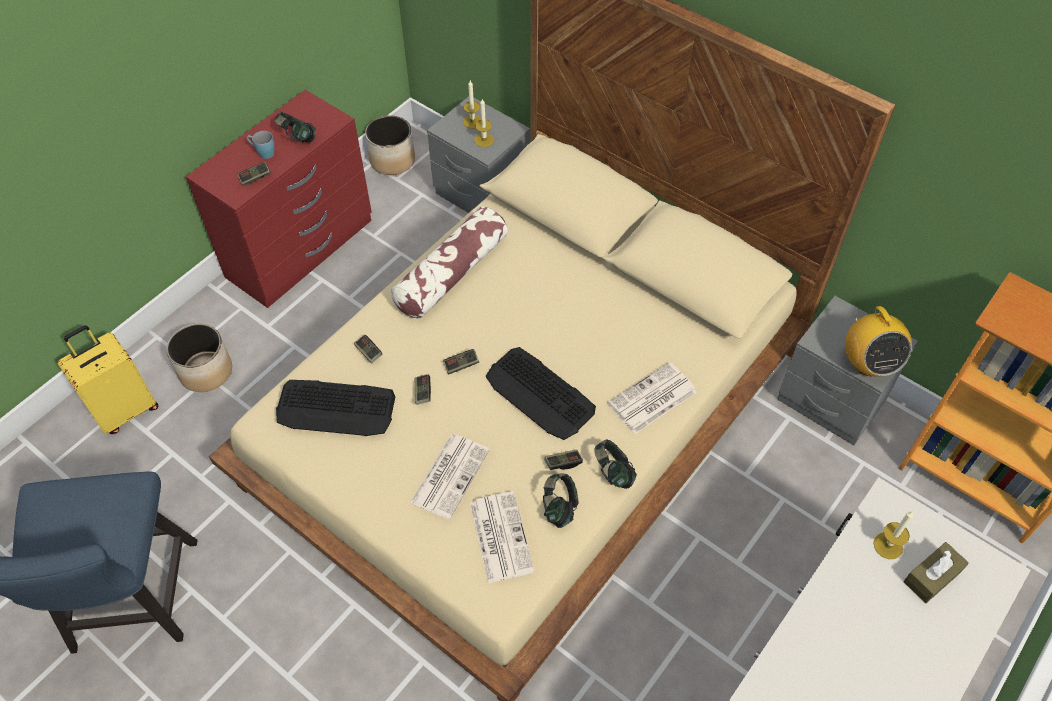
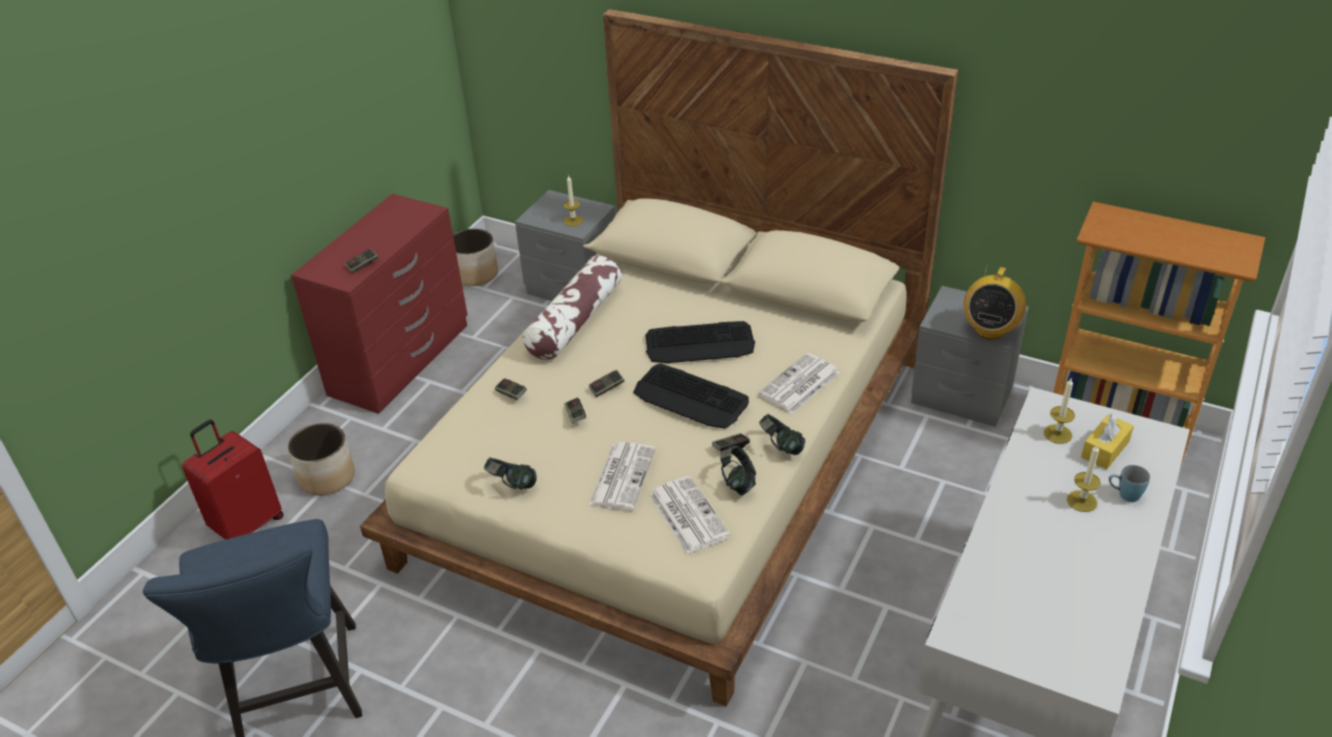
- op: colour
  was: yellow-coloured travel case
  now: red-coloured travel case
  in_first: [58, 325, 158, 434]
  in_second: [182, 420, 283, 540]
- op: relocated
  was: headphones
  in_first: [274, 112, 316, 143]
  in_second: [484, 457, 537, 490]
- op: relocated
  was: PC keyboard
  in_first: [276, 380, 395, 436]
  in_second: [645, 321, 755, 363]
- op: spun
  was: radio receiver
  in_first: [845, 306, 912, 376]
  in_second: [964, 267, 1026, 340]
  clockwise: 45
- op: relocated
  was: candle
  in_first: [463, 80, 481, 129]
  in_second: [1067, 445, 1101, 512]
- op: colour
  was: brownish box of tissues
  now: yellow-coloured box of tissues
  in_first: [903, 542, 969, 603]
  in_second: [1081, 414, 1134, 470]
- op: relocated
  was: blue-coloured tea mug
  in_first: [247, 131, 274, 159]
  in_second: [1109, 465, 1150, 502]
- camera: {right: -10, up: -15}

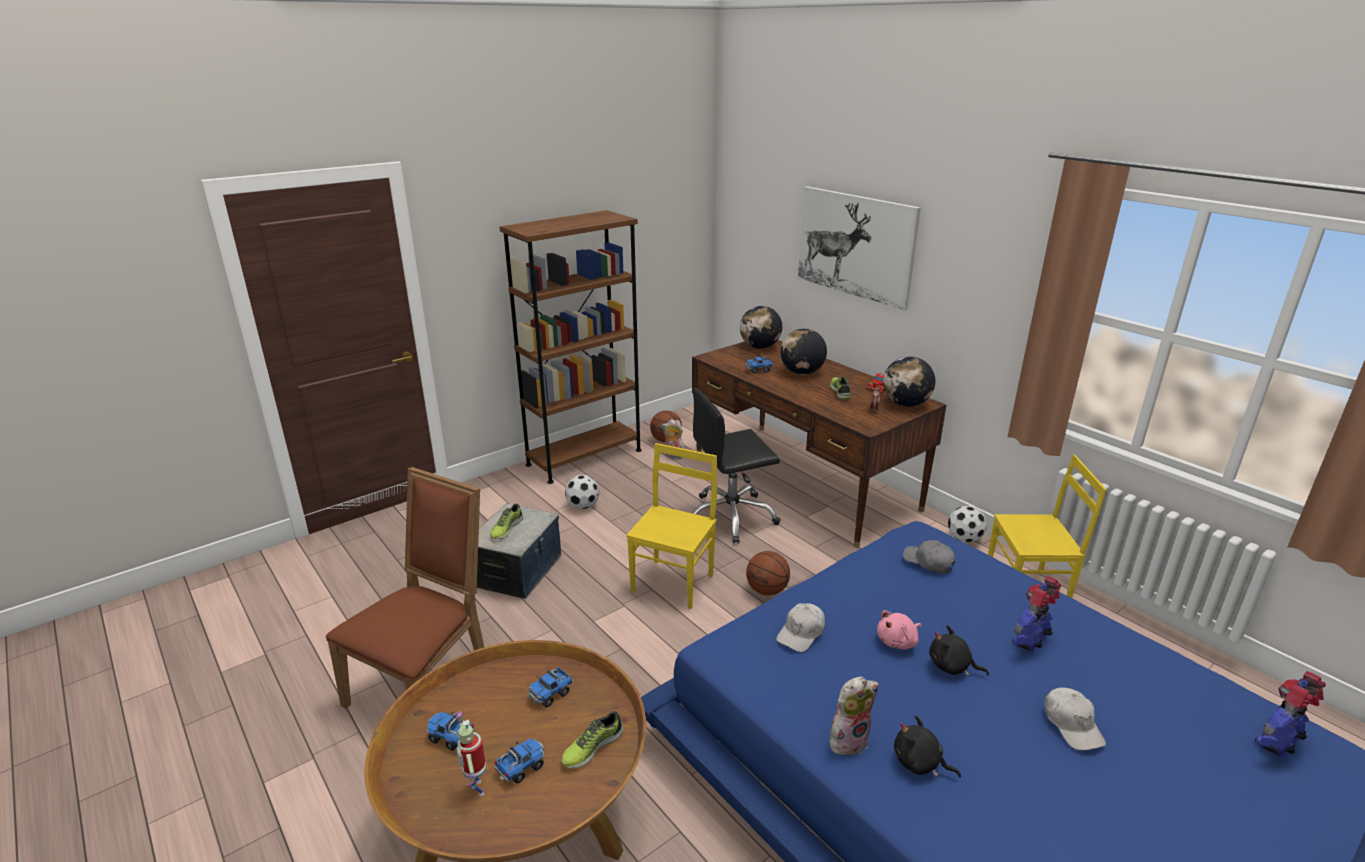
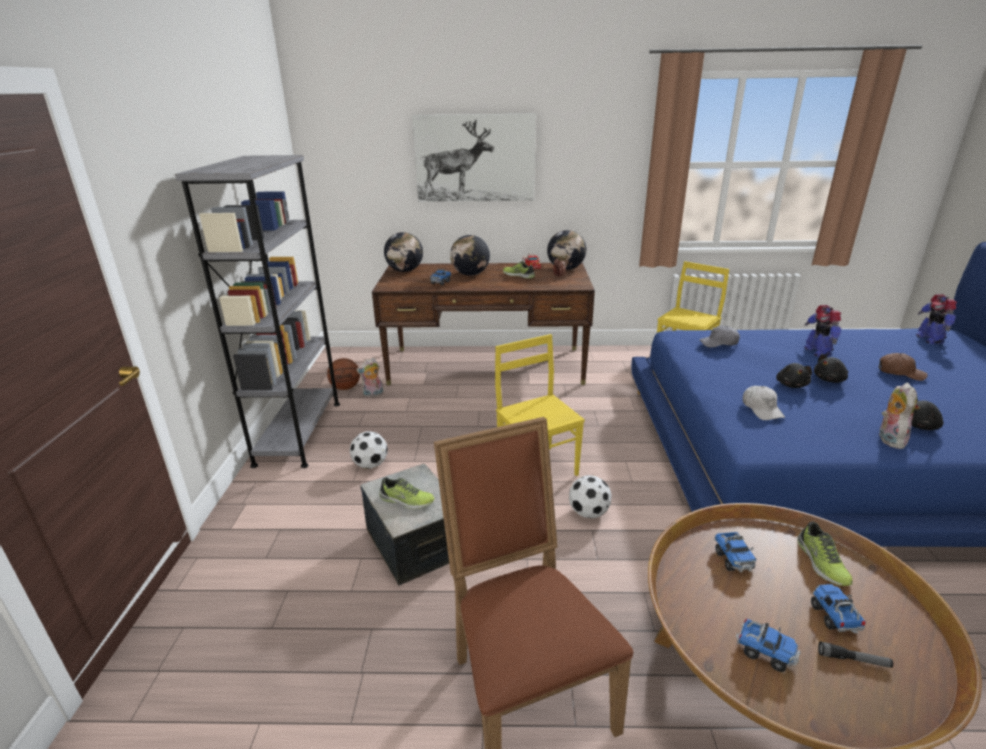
- op: colour
  was: brownish bookcase
  now: gray bookcase
  in_first: [499, 210, 642, 484]
  in_second: [175, 155, 340, 468]
- op: spun
  was: item of footwear
  in_first: [490, 504, 523, 539]
  in_second: [379, 477, 434, 509]
  clockwise: -45
- op: relocated
  was: ball for football
  in_first: [948, 506, 987, 543]
  in_second: [569, 475, 612, 518]
- op: spun
  was: model truck
  in_first: [427, 711, 475, 751]
  in_second: [736, 619, 801, 672]
  clockwise: -120
- op: colour
  was: pinkish soft toy
  now: black-coloured soft toy
  in_first: [877, 610, 922, 649]
  in_second: [776, 363, 812, 388]
- op: exchanged
  was: model robot
  now: hand torch
  in_first: [454, 712, 486, 796]
  in_second: [818, 641, 893, 668]
- op: colour
  was: white cap
  now: brownish cap
  in_first: [1044, 688, 1106, 750]
  in_second: [879, 353, 928, 381]
- op: missing
  was: black-coloured office chair
  in_first: [692, 388, 781, 543]
- op: missing
  was: basketball ball
  in_first: [746, 551, 790, 595]
- camera: {right: -50, up: 0}

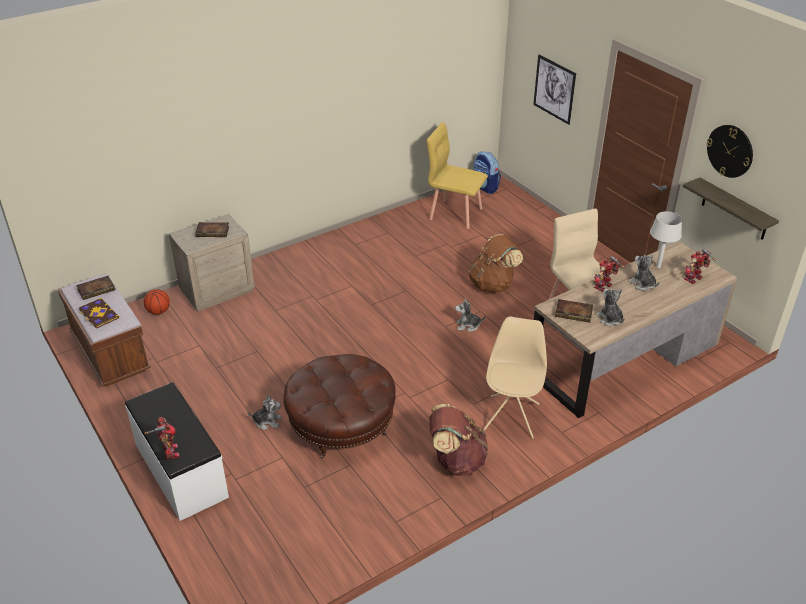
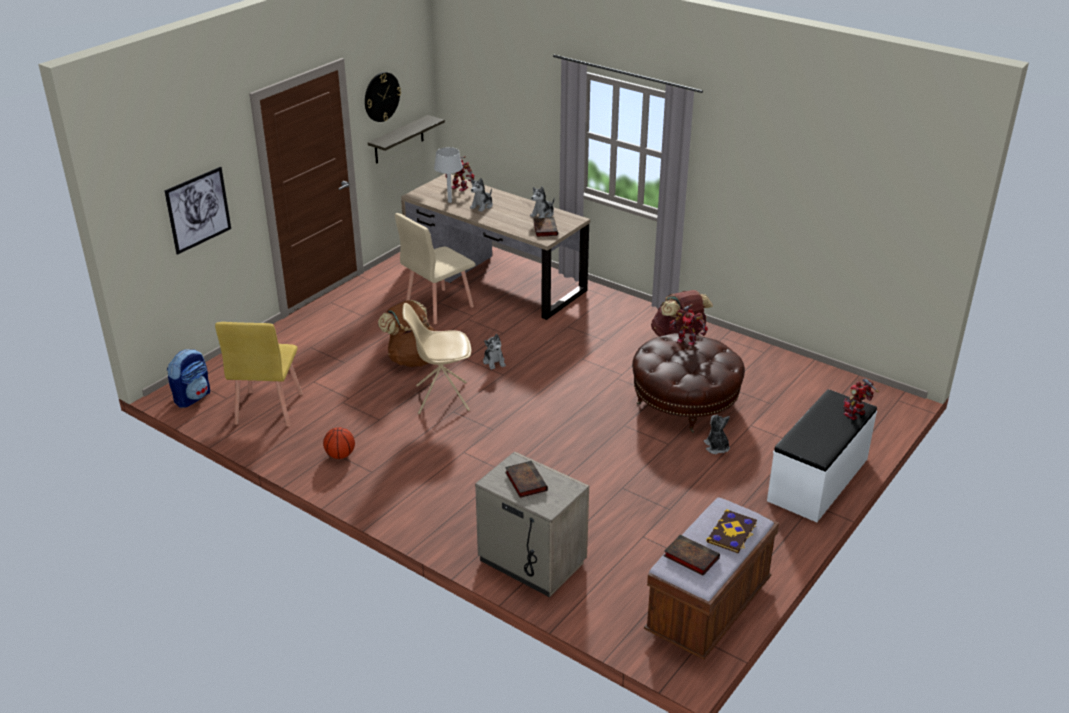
- op: relocated
  was: basketball ball
  in_first: [144, 289, 170, 315]
  in_second: [323, 427, 355, 459]
- op: relocated
  was: beige plain chair
  in_first: [483, 316, 547, 439]
  in_second: [402, 303, 471, 414]
- op: relocated
  was: model robot
  in_first: [594, 256, 624, 292]
  in_second: [669, 304, 708, 346]
- camera: {right: -110, up: -5}

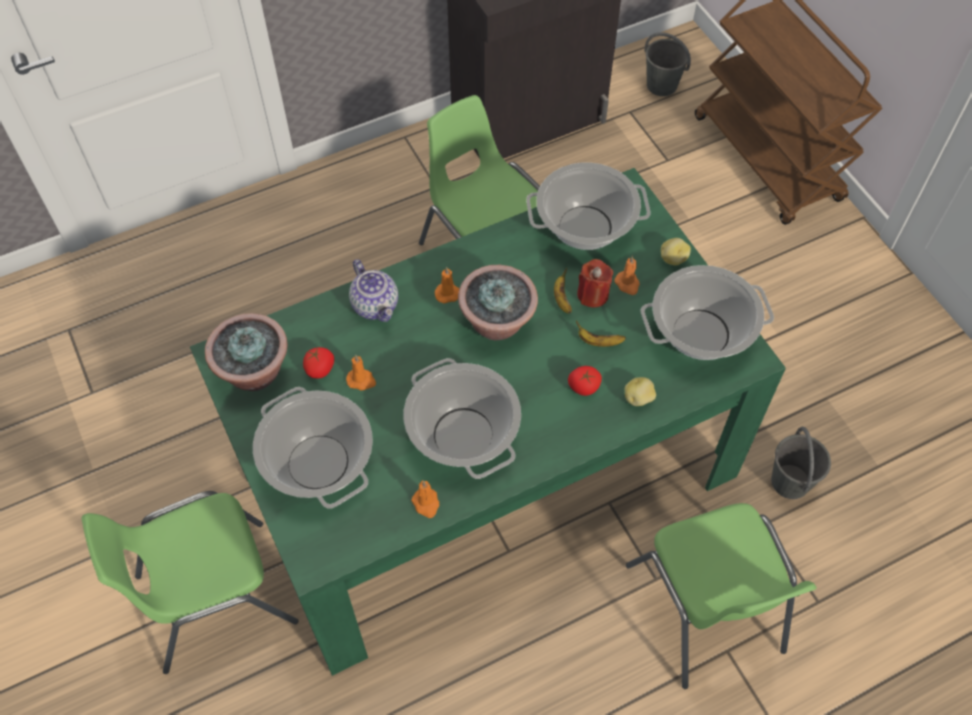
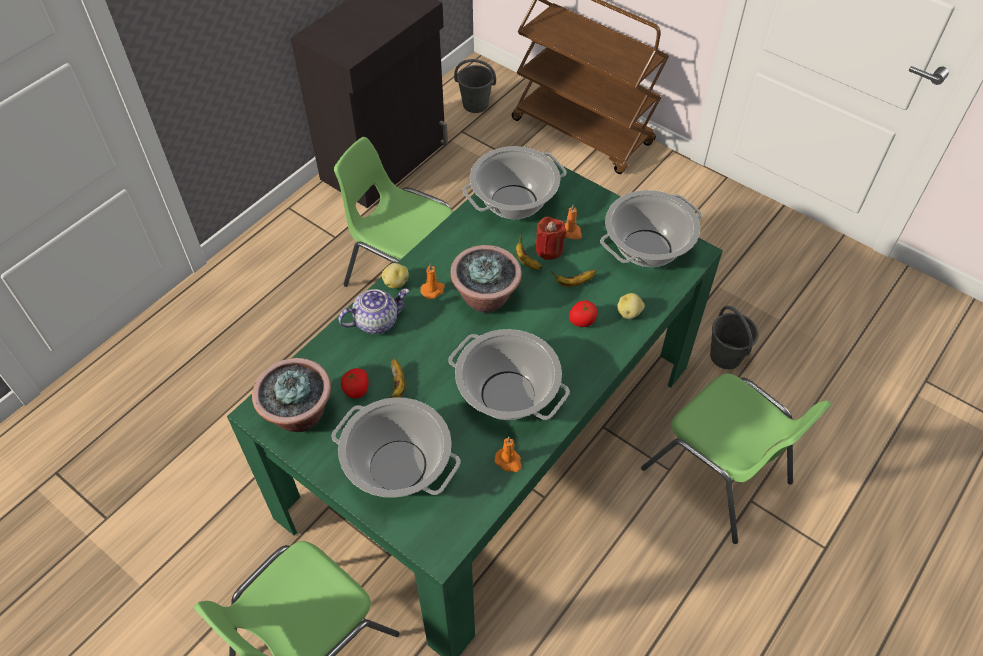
- op: spun
  was: pot for tea
  in_first: [349, 259, 398, 322]
  in_second: [339, 289, 409, 334]
  clockwise: -60
- op: relocated
  was: potato
  in_first: [661, 238, 691, 265]
  in_second: [382, 263, 409, 288]
- op: exchanged
  was: orangey candle
  now: whole banana
  in_first: [346, 355, 376, 390]
  in_second: [389, 359, 405, 398]
- camera: {right: -25, up: -5}

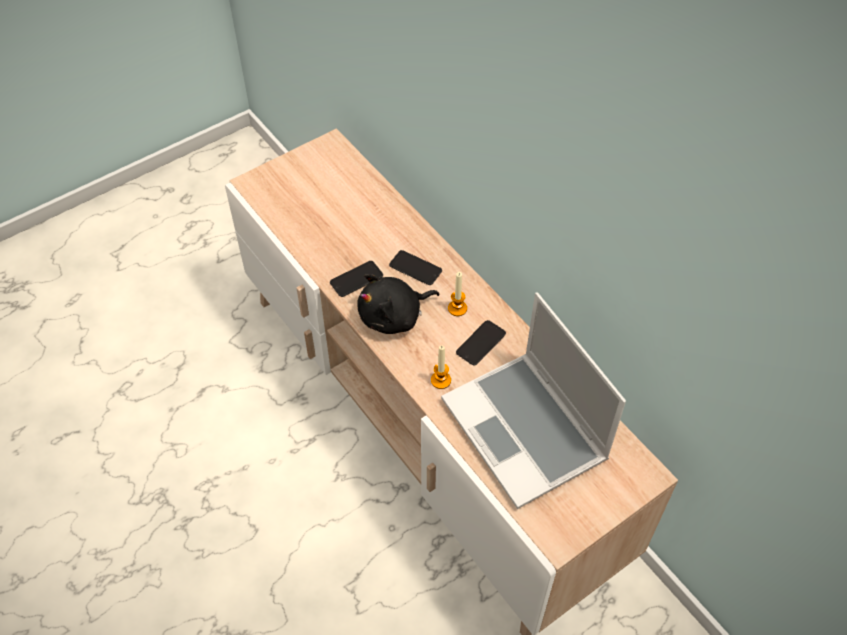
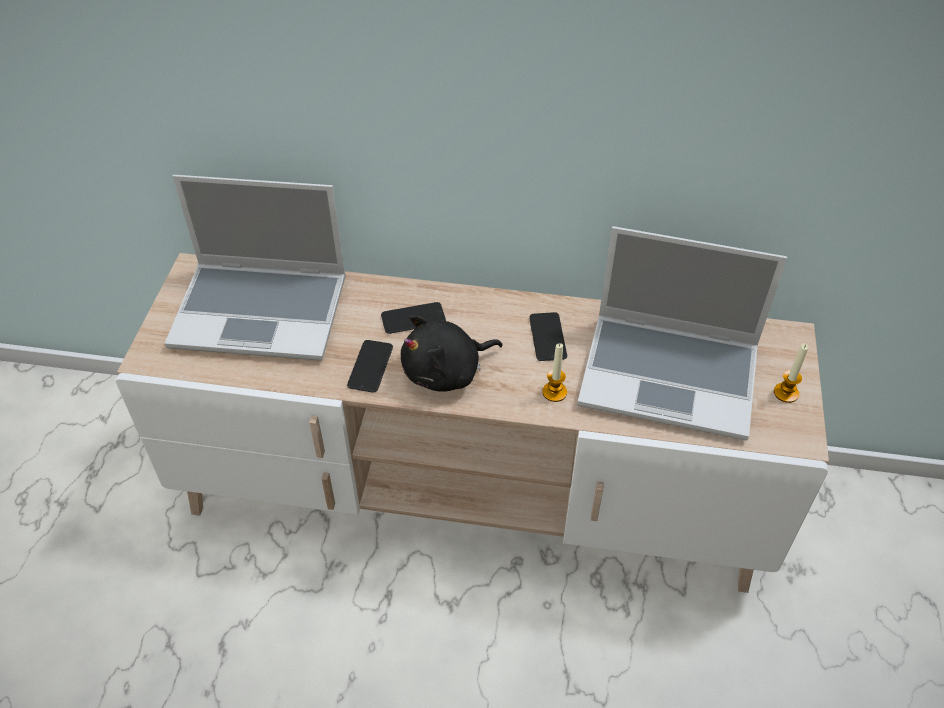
- op: appeared
  now: portable computer
  in_second: [164, 175, 346, 361]
- op: spun
  was: black-coloured soft toy
  in_first: [357, 274, 439, 334]
  in_second: [401, 315, 503, 391]
  clockwise: 45
- op: relocated
  was: candle
  in_first: [448, 272, 467, 316]
  in_second: [774, 343, 808, 403]
- camera: {right: -45, up: -5}

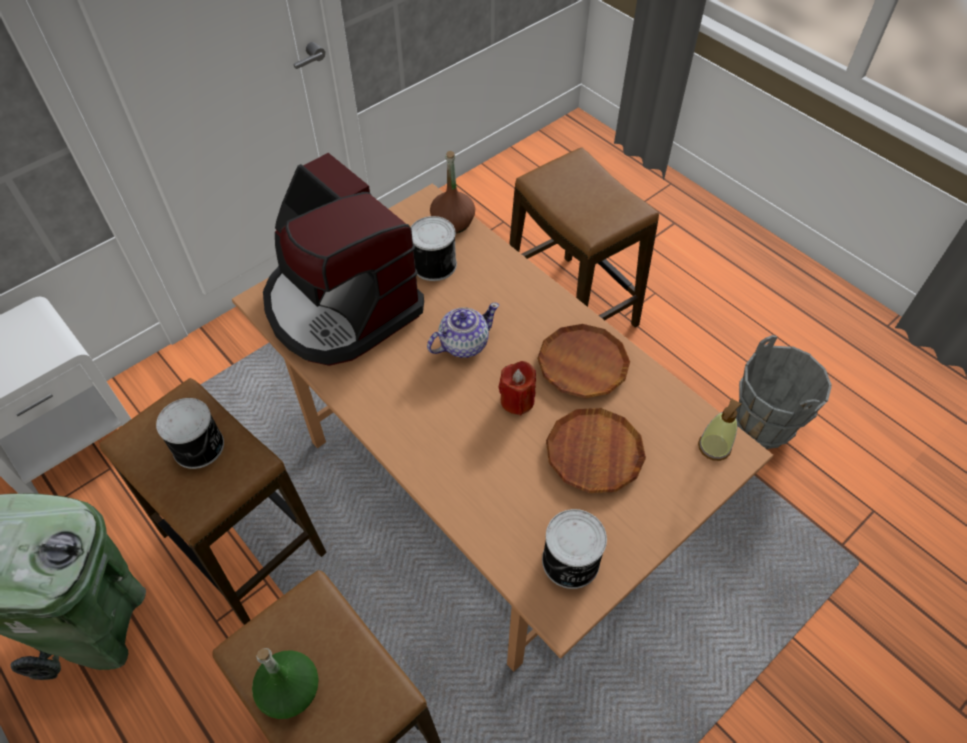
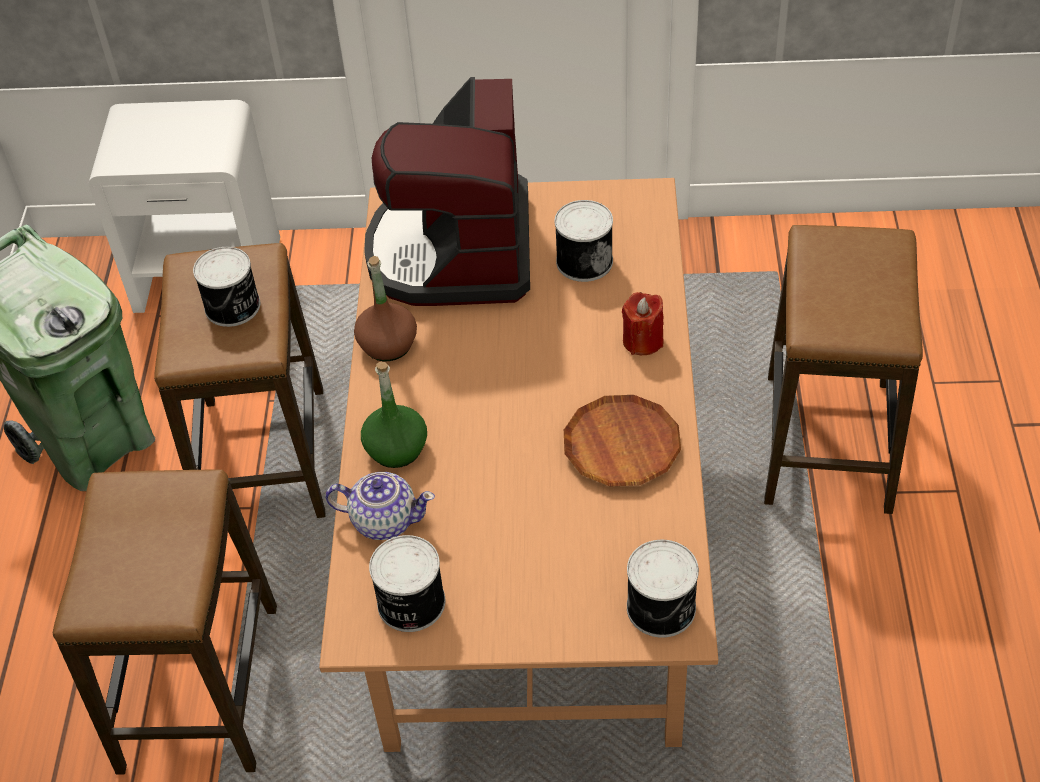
- op: relocated
  was: pot for tea
  in_first: [427, 303, 499, 358]
  in_second: [325, 472, 435, 540]
- op: relocated
  was: brownish drink bottle
  in_first: [430, 151, 475, 233]
  in_second: [354, 256, 417, 361]
- op: relocated
  was: green drink bottle
  in_first: [252, 648, 319, 719]
  in_second: [361, 362, 427, 468]
- op: relocated
  was: red-coloured candle
  in_first: [499, 361, 536, 415]
  in_second: [622, 292, 664, 355]
- op: exchanged
  was: soap bottle
  now: metal can
  in_first: [698, 398, 741, 461]
  in_second: [627, 540, 699, 638]
- op: missing
  was: brownish plate
  in_first: [546, 408, 646, 493]
- op: missing
  was: gray bucket
  in_first: [736, 335, 832, 449]
- camera: {right: 45, up: -5}

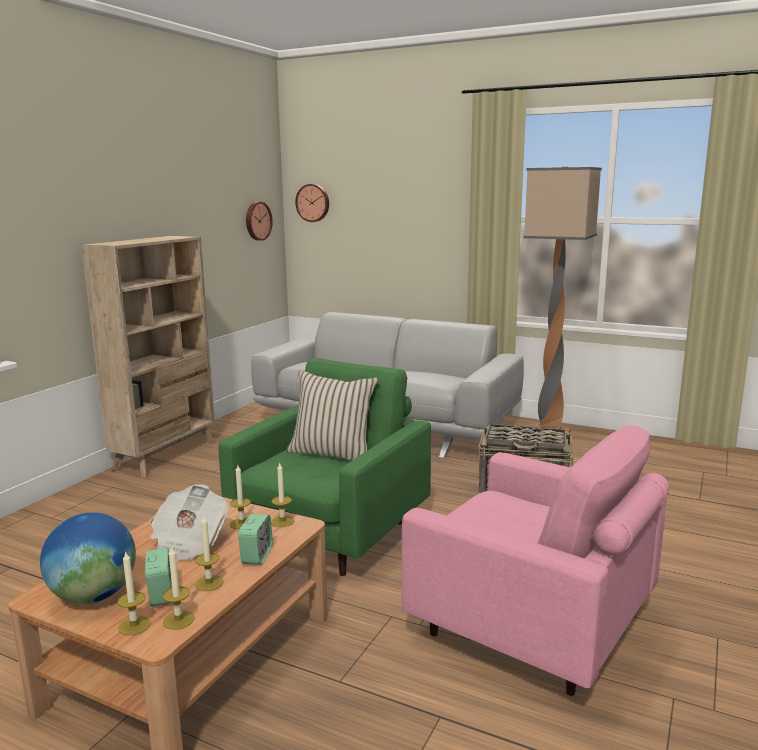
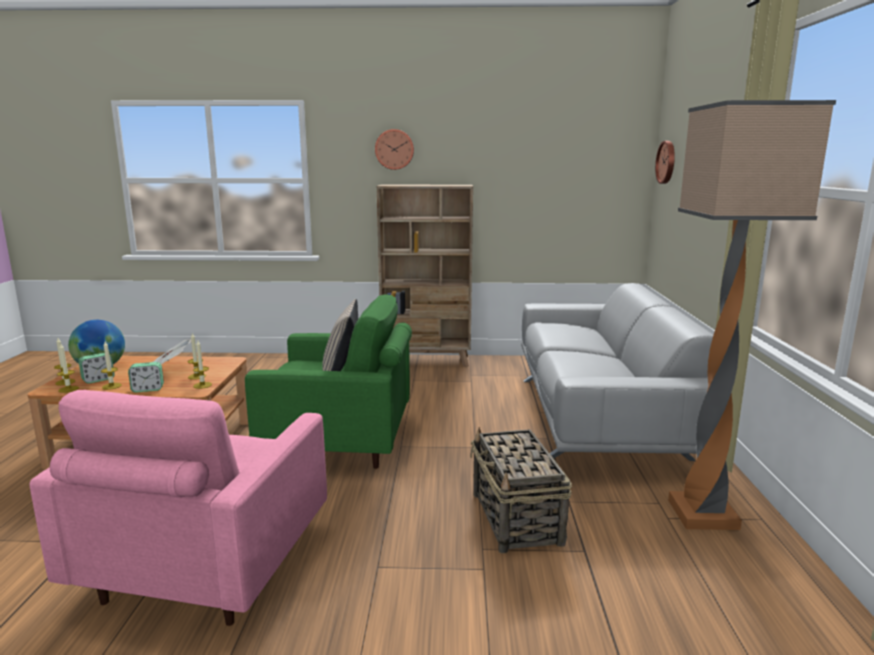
- op: relocated
  was: wall clock
  in_first: [246, 202, 273, 241]
  in_second: [375, 129, 414, 170]
- camera: {right: 65, up: 0}

